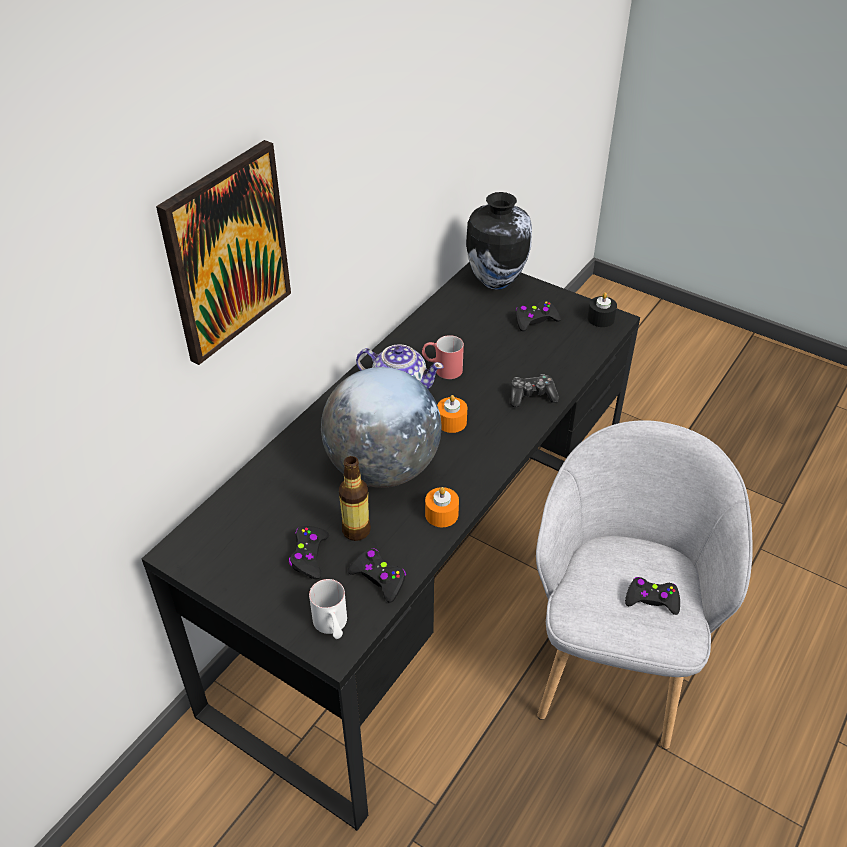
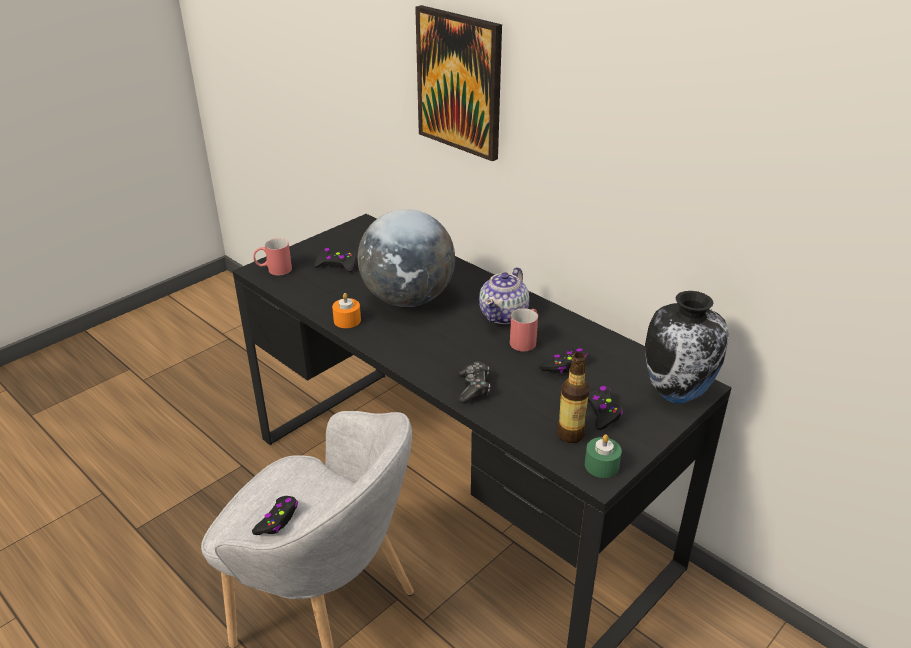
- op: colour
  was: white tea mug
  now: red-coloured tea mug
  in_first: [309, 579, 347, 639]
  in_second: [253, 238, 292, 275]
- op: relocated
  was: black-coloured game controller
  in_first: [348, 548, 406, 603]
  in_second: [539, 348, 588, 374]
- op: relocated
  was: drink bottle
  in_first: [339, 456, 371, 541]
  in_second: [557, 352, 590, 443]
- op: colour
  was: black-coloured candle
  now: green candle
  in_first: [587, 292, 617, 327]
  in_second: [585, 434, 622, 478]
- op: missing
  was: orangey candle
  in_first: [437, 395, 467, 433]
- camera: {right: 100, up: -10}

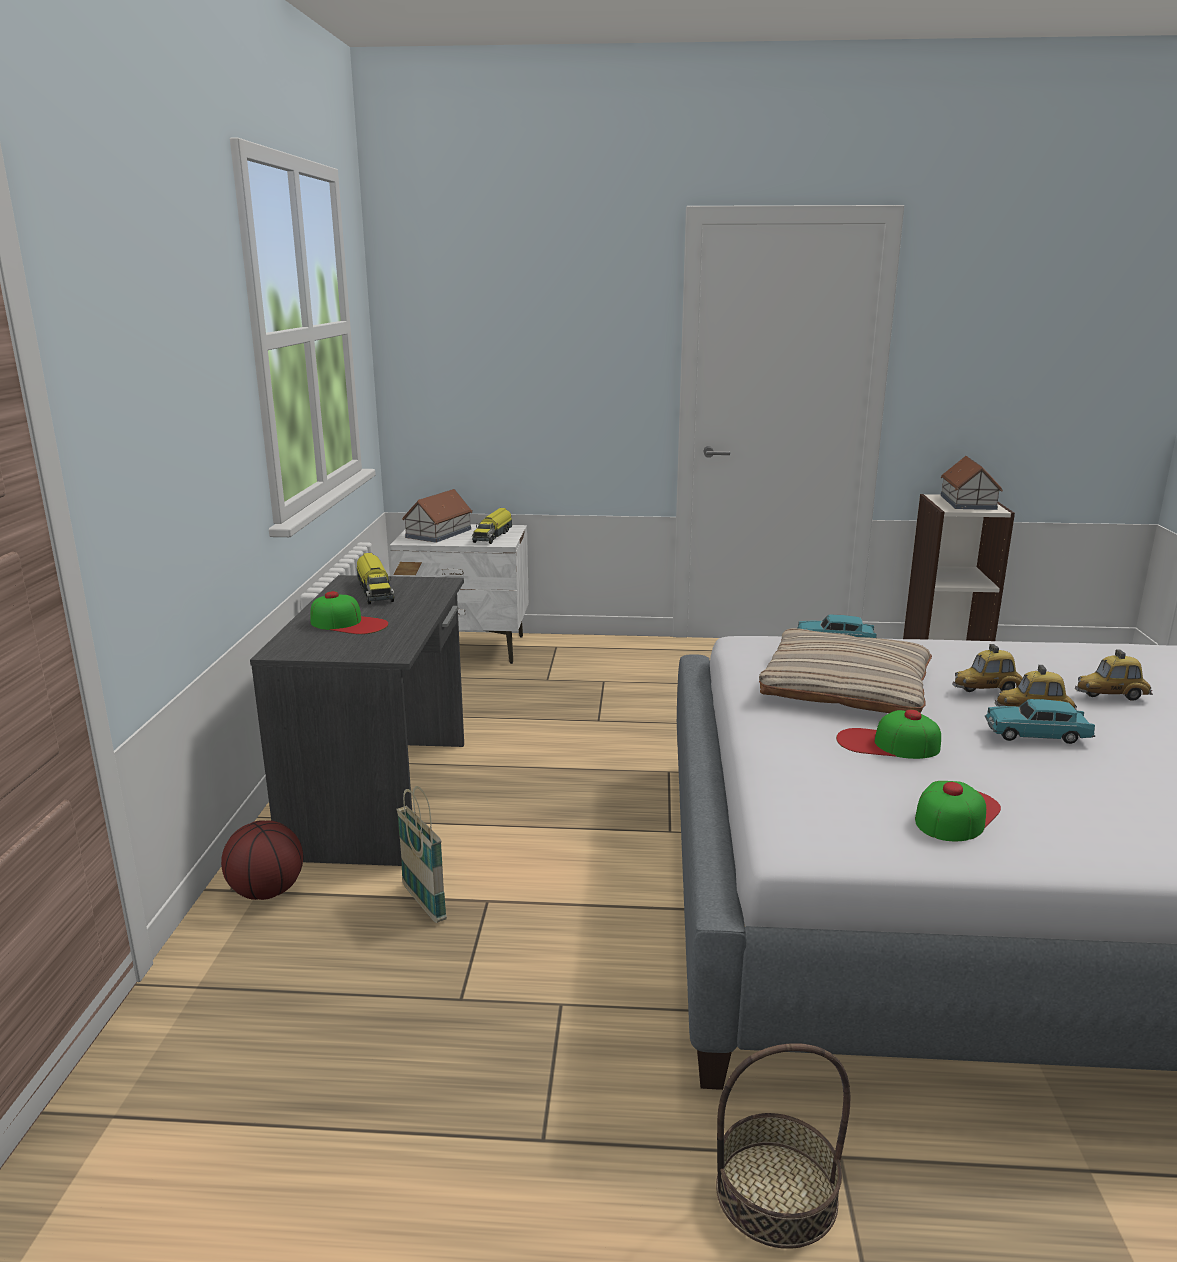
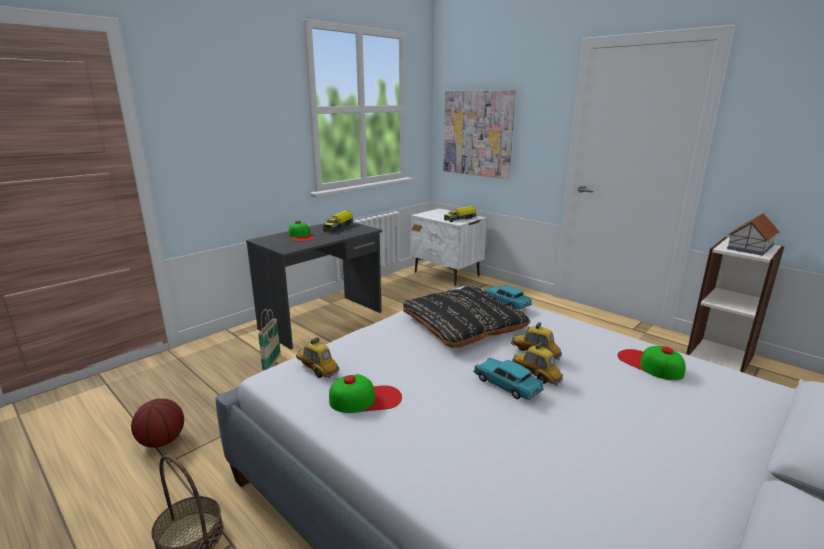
- op: relocated
  was: basketball ball
  in_first: [221, 820, 303, 900]
  in_second: [131, 399, 184, 448]
- op: relocated
  was: model car
  in_first: [1075, 649, 1153, 701]
  in_second: [296, 337, 339, 379]
- op: colour
  was: beige pillow
  now: black-coloured pillow
  in_first: [759, 628, 932, 713]
  in_second: [403, 286, 531, 348]
- op: appeared
  now: wall picture
  in_second: [444, 90, 516, 179]
- op: relocated
  was: cap
  in_first: [836, 710, 941, 759]
  in_second: [617, 346, 685, 380]
- op: missing
  was: toy house
  in_first: [402, 489, 473, 543]
- camera: {right: 40, up: 0}

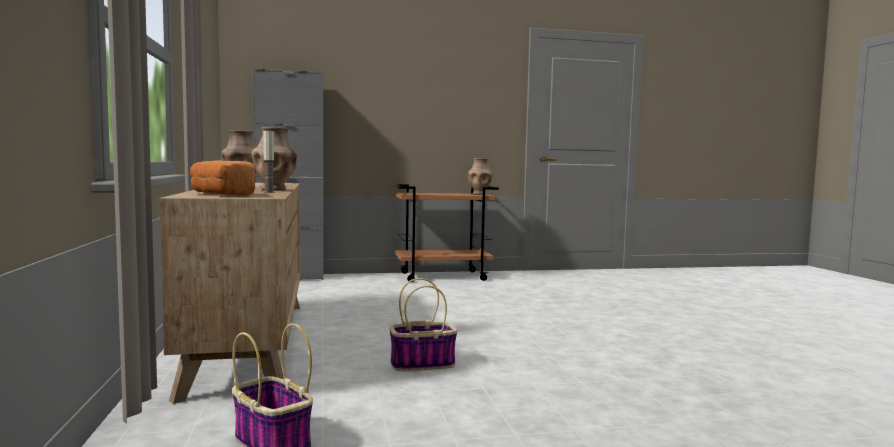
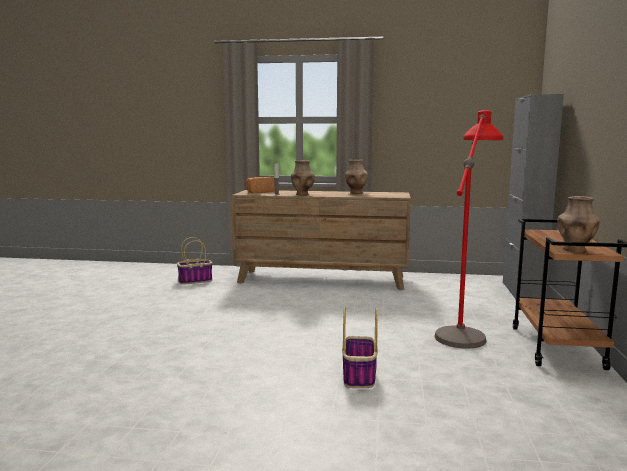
- op: relocated
  was: basket
  in_first: [389, 278, 457, 371]
  in_second: [342, 306, 378, 388]
- op: appeared
  now: red-coloured standing lamp
  in_second: [434, 110, 503, 349]
- camera: {right: 110, up: 5}

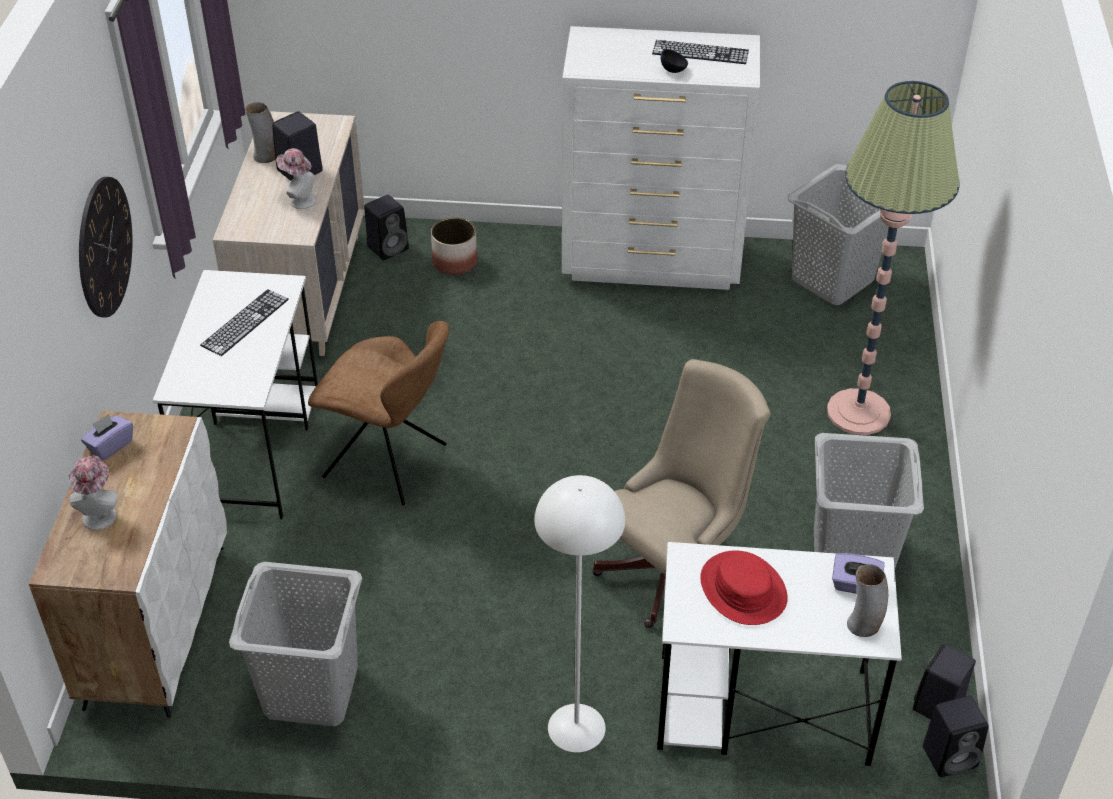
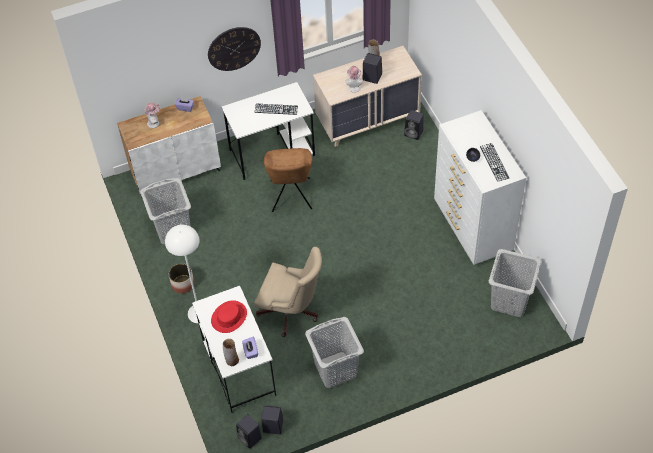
- op: relocated
  was: flower pot
  in_first: [431, 218, 477, 275]
  in_second: [169, 263, 195, 294]
- op: missing
  was: standing lamp
  in_first: [827, 81, 960, 435]
- camera: {right: 65, up: 10}

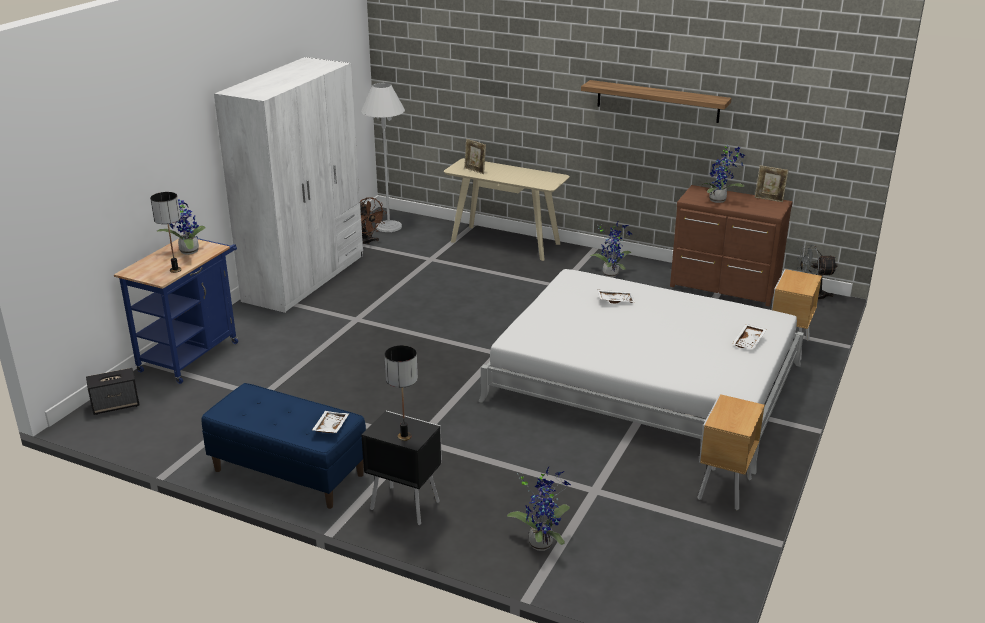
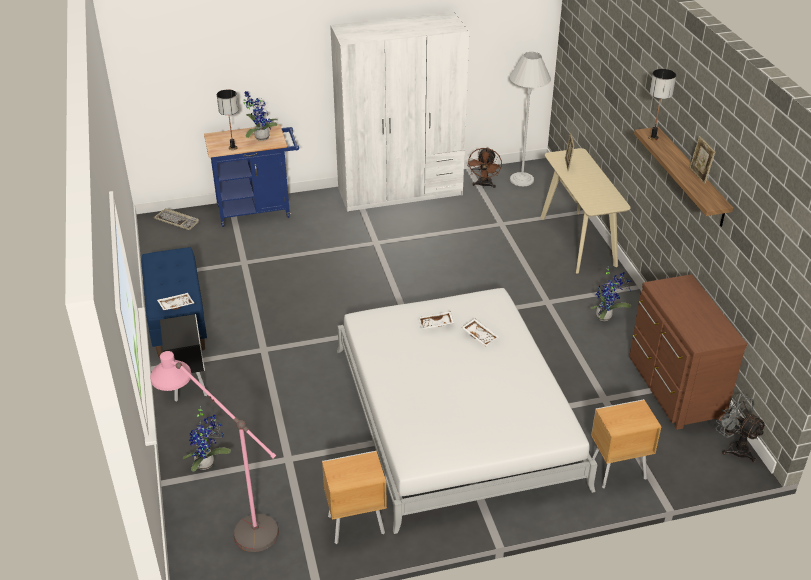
- op: appeared
  now: pinkish standing lamp
  in_second: [150, 351, 279, 552]
- op: exchanged
  was: loudspeaker
  now: PC keyboard
  in_first: [86, 368, 140, 415]
  in_second: [154, 208, 199, 230]
- op: relocated
  was: white serving tray
  in_first: [732, 324, 767, 349]
  in_second: [418, 311, 454, 329]
- op: relocated
  was: lamp for a table
  in_first: [385, 345, 418, 441]
  in_second: [648, 69, 676, 140]
- op: relocated
  was: photo frame
  in_first: [755, 165, 789, 202]
  in_second: [690, 136, 715, 184]
- op: missing
  was: houseplant
  in_first: [701, 146, 745, 203]
- camera: {right: 50, up: 10}

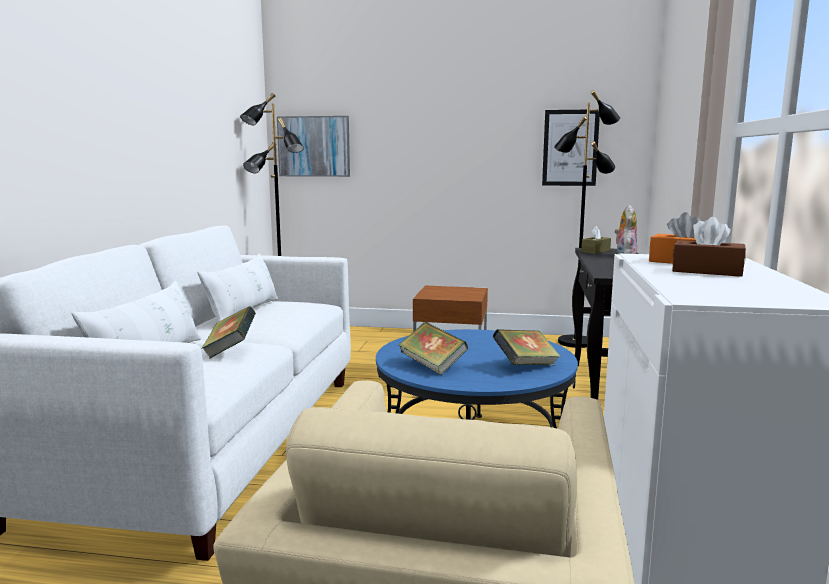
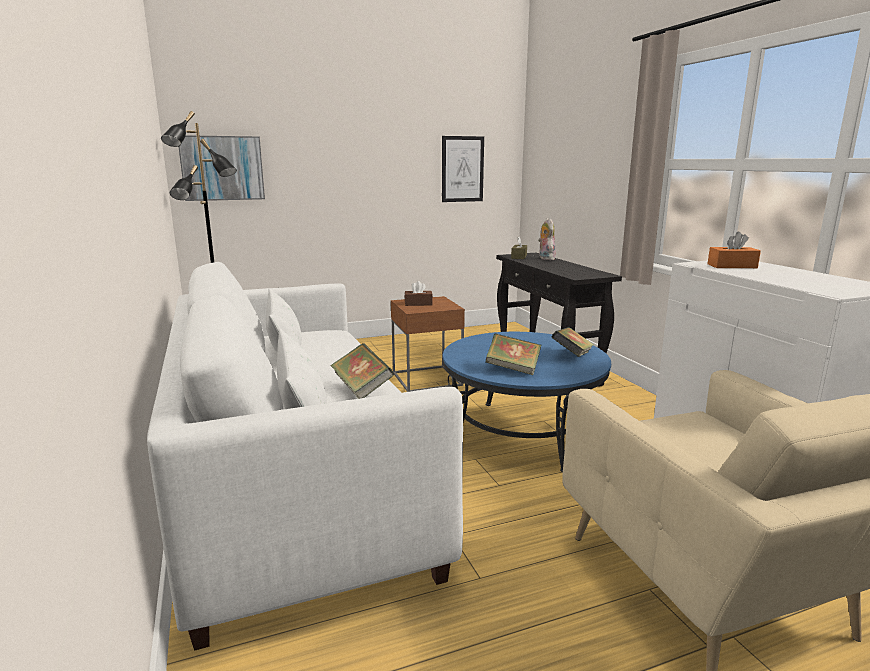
- op: relocated
  was: brownish box of tissues
  in_first: [672, 217, 746, 277]
  in_second: [405, 281, 433, 306]
- op: missing
  was: black-coloured standing lamp
  in_first: [554, 90, 620, 348]
- camera: {right: -30, up: 5}

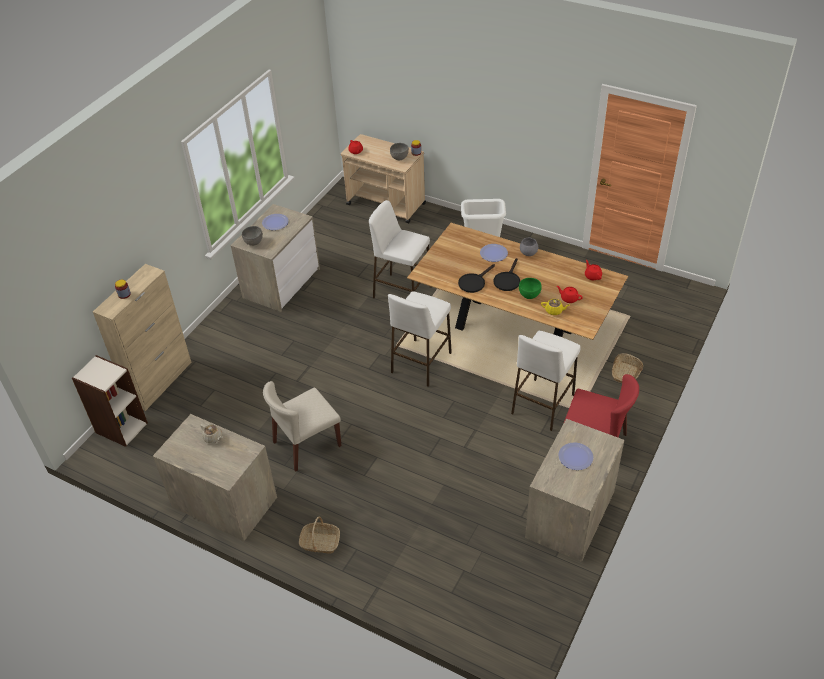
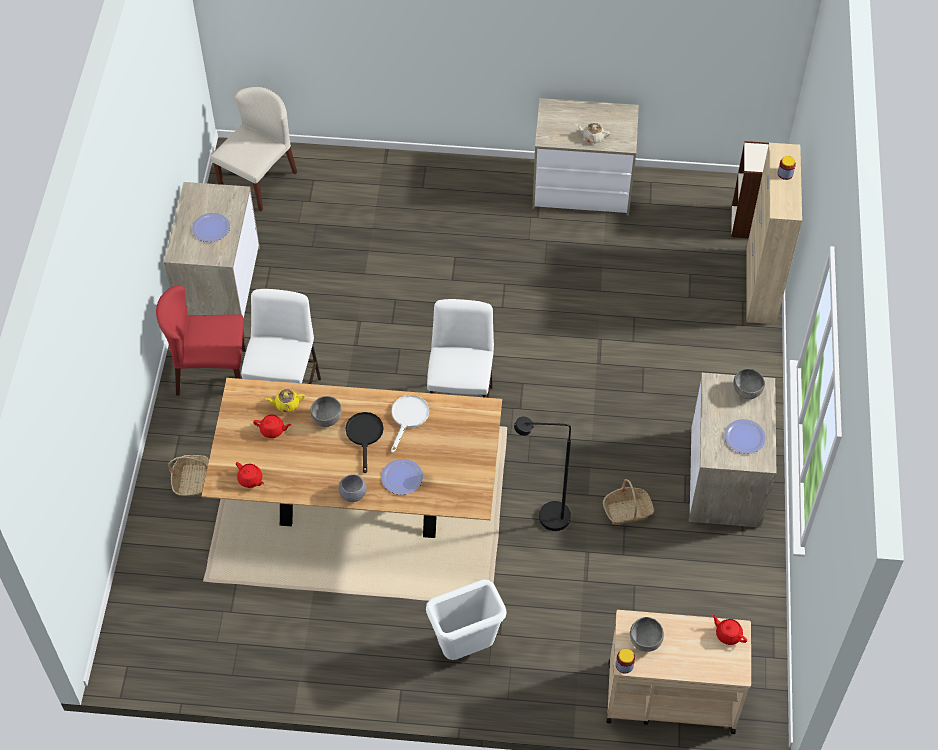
- op: relocated
  was: beige plain chair
  in_first: [263, 381, 341, 472]
  in_second: [210, 87, 297, 211]
- op: colour
  was: green bowl
  now: gray bowl
  in_first: [519, 278, 542, 299]
  in_second: [310, 396, 342, 427]
- op: colour
  was: black-coloured frying pan
  now: white frying pan
  in_first: [458, 264, 495, 293]
  in_second: [391, 395, 429, 453]
- op: exchanged
  was: white stool seat
  now: black-coloured standing lamp
  in_first: [369, 200, 432, 298]
  in_second: [514, 416, 571, 531]
- op: relocated
  was: basket
  in_first: [299, 517, 340, 554]
  in_second: [603, 479, 654, 525]
- camera: {right: 155, up: 10}

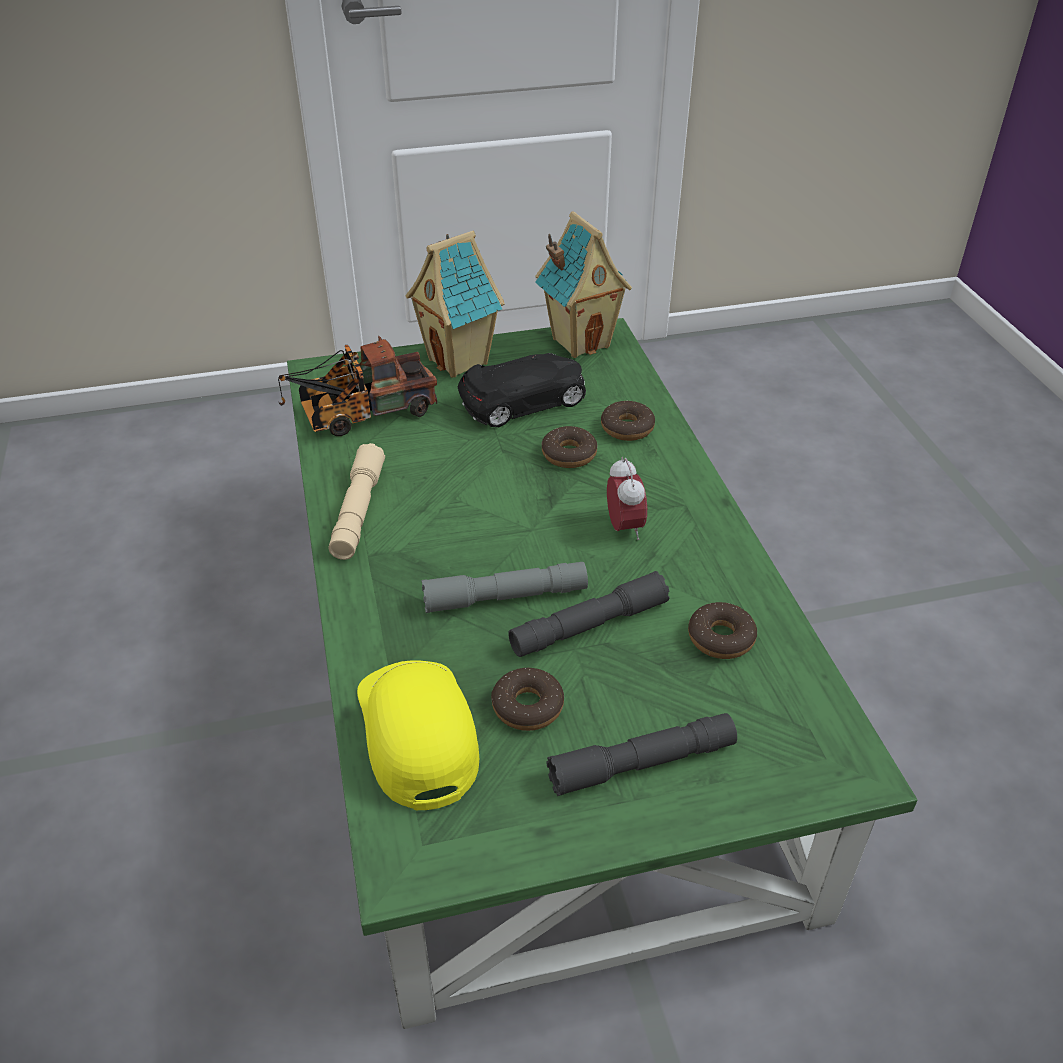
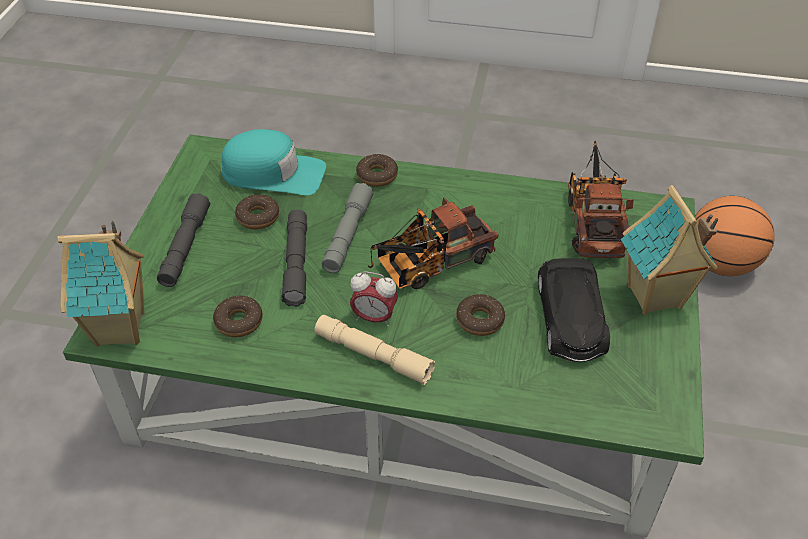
- op: relocated
  was: toy house
  in_first: [535, 211, 632, 358]
  in_second: [57, 221, 144, 347]
- op: colour
  was: yellow-coloured cap
  now: turquoise cap
  in_first: [357, 660, 479, 810]
  in_second: [221, 129, 326, 195]
- op: relocated
  was: beige hand torch
  in_first: [329, 443, 385, 560]
  in_second: [314, 315, 436, 385]
- op: relocated
  was: ring doughnut
  in_first: [601, 401, 655, 441]
  in_second: [356, 154, 398, 187]
- op: appeared
  now: model truck
  in_second: [368, 197, 498, 289]
- op: appeared
  now: basketball ball
  in_second: [695, 196, 775, 276]
- camera: {right: 115, up: 5}

